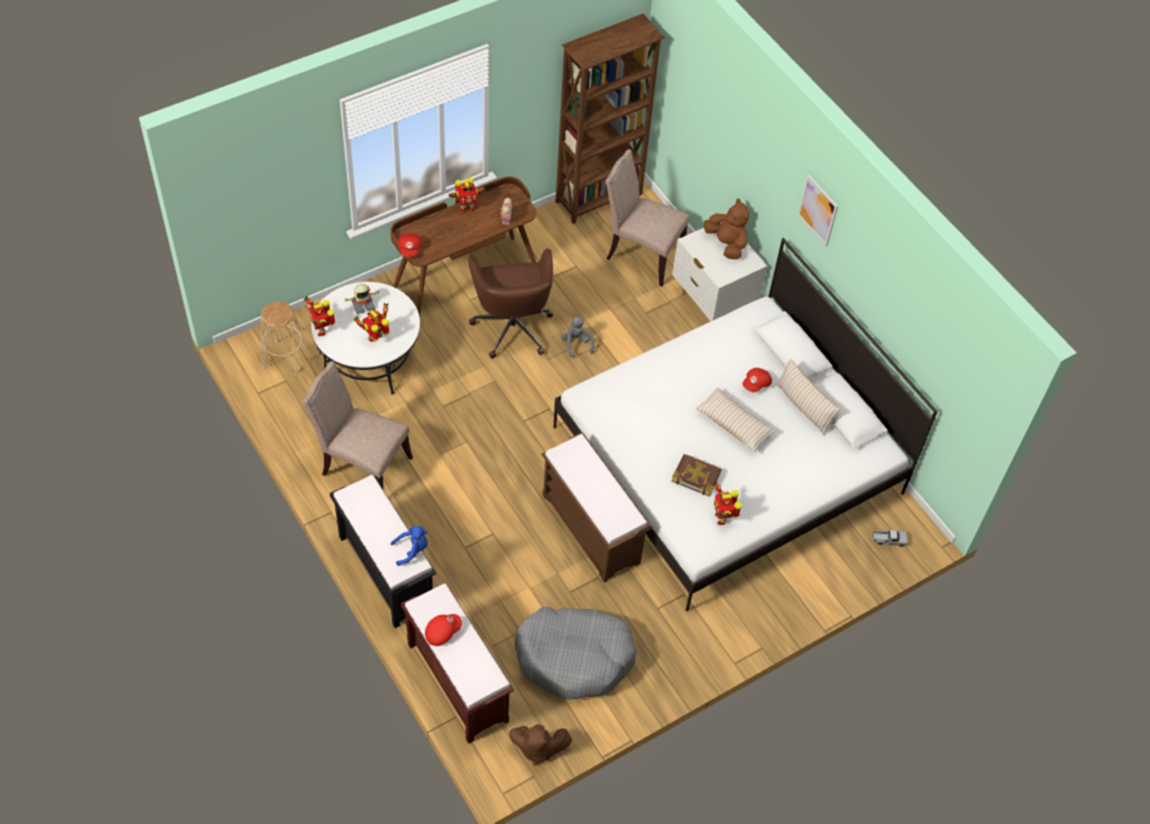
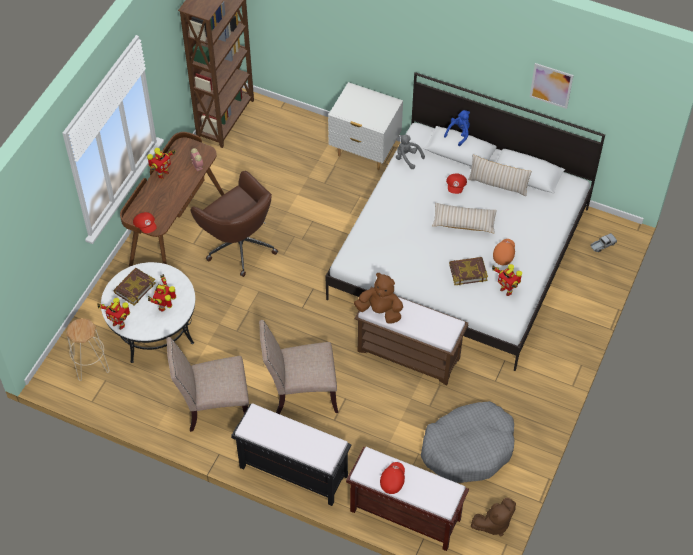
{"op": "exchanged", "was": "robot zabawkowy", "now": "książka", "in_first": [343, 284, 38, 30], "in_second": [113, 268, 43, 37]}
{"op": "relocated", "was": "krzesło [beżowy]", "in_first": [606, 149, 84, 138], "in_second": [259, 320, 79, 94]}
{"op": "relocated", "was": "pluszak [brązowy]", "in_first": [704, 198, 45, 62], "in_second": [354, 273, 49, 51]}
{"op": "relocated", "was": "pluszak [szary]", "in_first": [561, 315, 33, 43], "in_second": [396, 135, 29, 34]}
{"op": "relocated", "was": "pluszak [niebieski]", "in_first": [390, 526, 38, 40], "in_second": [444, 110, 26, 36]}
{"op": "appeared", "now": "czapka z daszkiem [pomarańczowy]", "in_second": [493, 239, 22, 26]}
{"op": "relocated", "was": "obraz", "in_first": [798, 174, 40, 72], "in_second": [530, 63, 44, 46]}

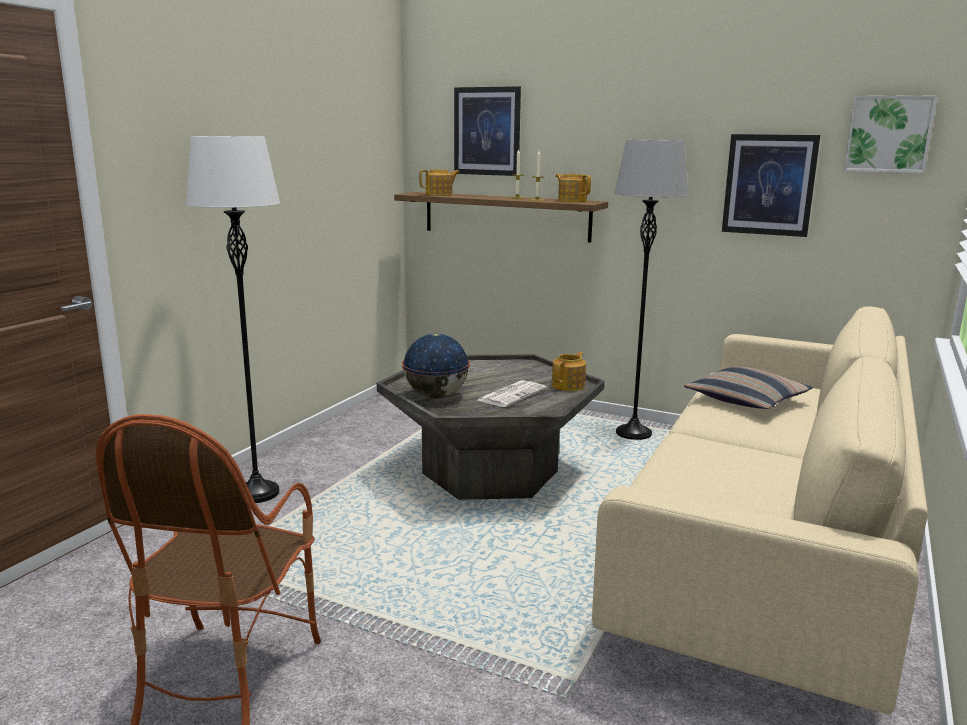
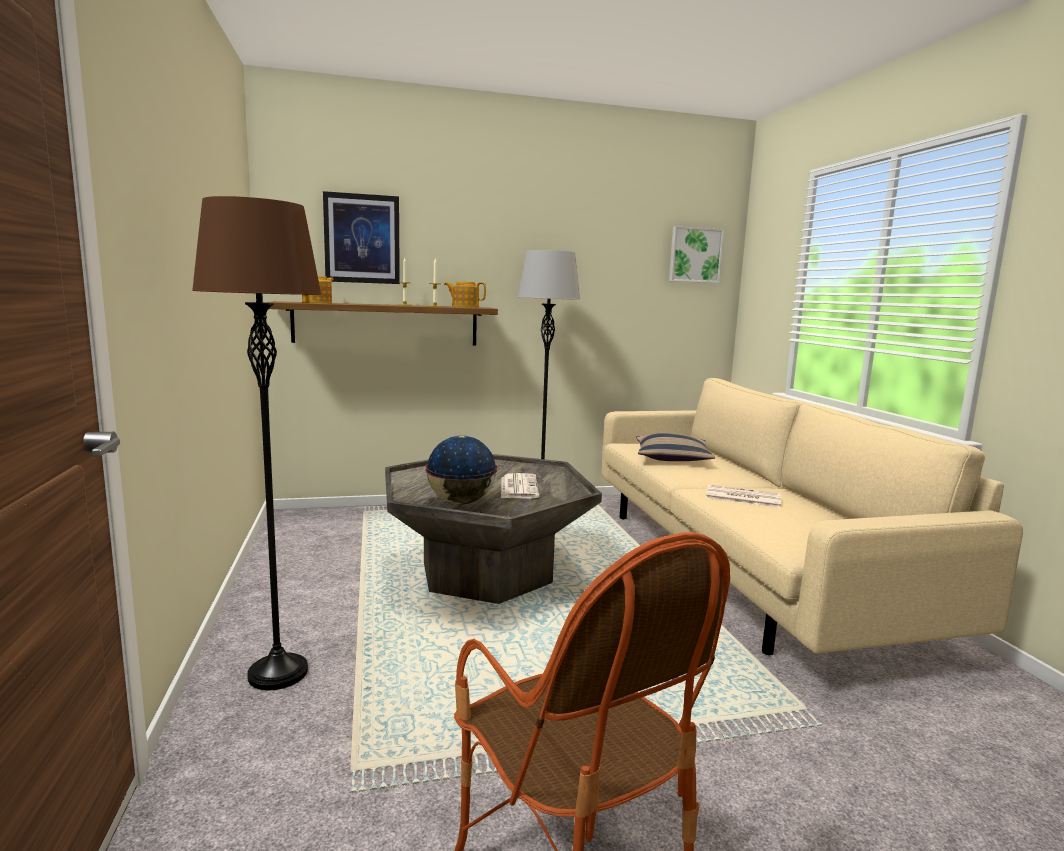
{"op": "colour", "was": "lampa stojąca [biały]", "now": "lampa stojąca [brązowy]", "in_first": [186, 136, 94, 367], "in_second": [192, 196, 129, 495]}
{"op": "appeared", "now": "gazeta", "in_second": [706, 485, 75, 23]}
{"op": "missing", "was": "imbryk", "in_first": [552, 352, 34, 39]}
{"op": "missing", "was": "obraz", "in_first": [722, 134, 98, 103]}

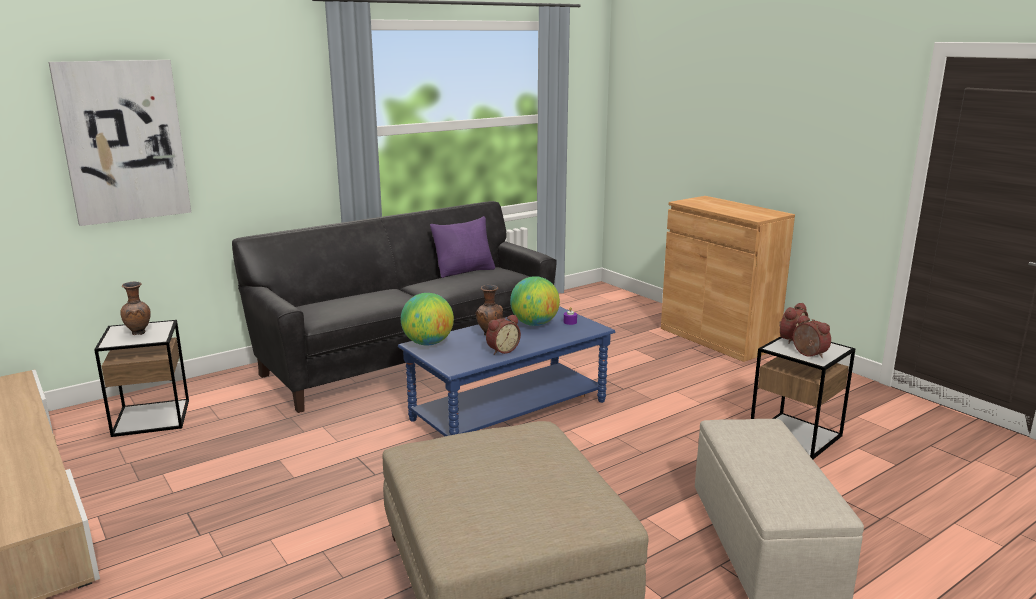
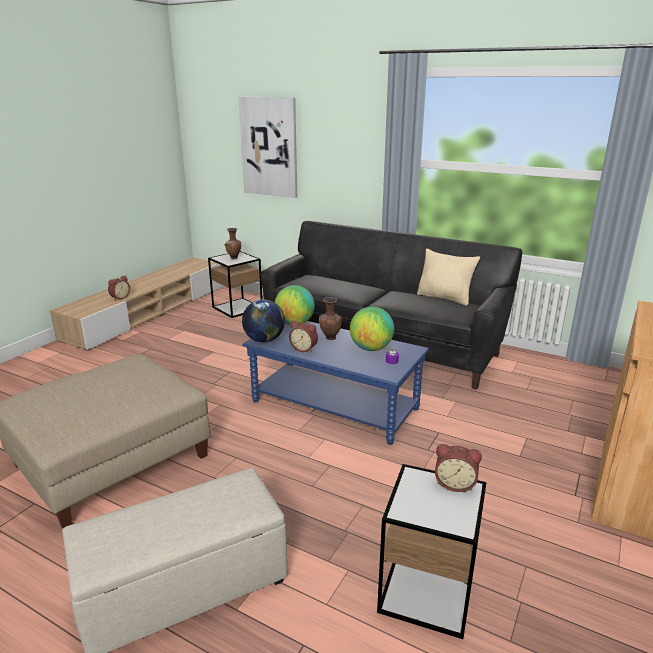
{"op": "relocated", "was": "budzik", "in_first": [793, 315, 38, 43], "in_second": [108, 275, 22, 25]}
{"op": "appeared", "now": "globus", "in_second": [242, 300, 43, 42]}
{"op": "colour", "was": "poduszka [fioletowy]", "now": "poduszka [beżowy]", "in_first": [430, 216, 65, 62], "in_second": [417, 249, 63, 57]}

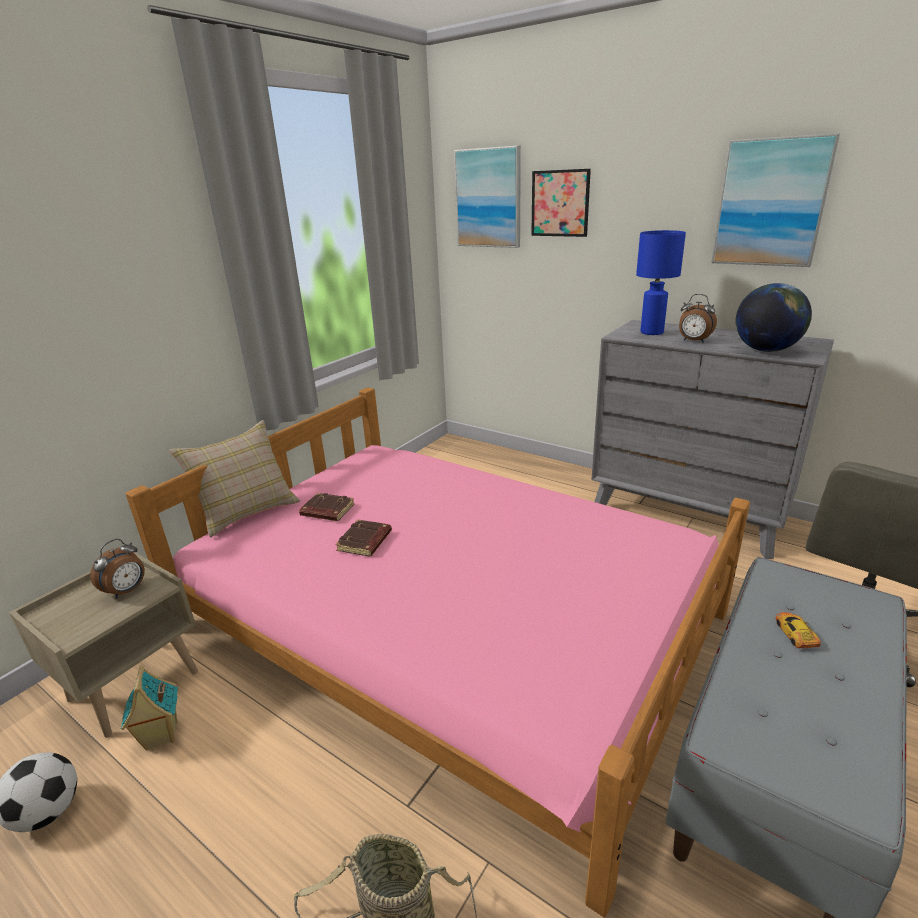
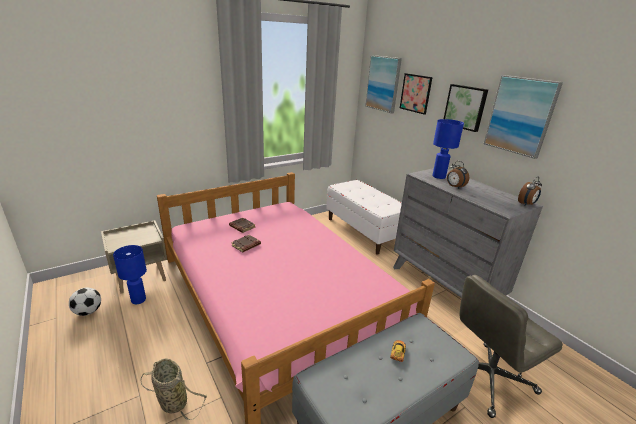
{"op": "exchanged", "was": "domek", "now": "lampa stołowa [niebieski]", "in_first": [121, 665, 57, 85], "in_second": [113, 245, 34, 59]}
{"op": "appeared", "now": "ławka [biały]", "in_second": [326, 180, 76, 75]}
{"op": "appeared", "now": "obraz", "in_second": [444, 84, 44, 48]}
{"op": "relocated", "was": "budzik", "in_first": [90, 539, 55, 60], "in_second": [518, 177, 24, 29]}
{"op": "missing", "was": "poduszka [beżowy]", "in_first": [169, 420, 131, 117]}
{"op": "missing", "was": "globus", "in_first": [735, 283, 77, 69]}

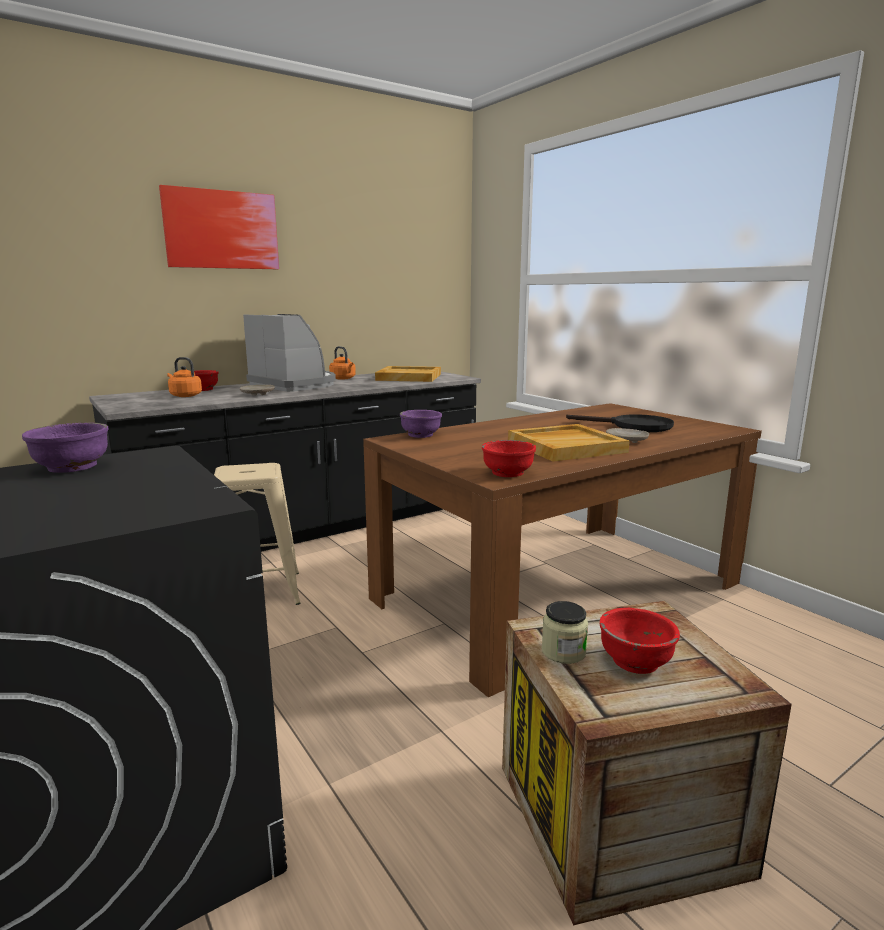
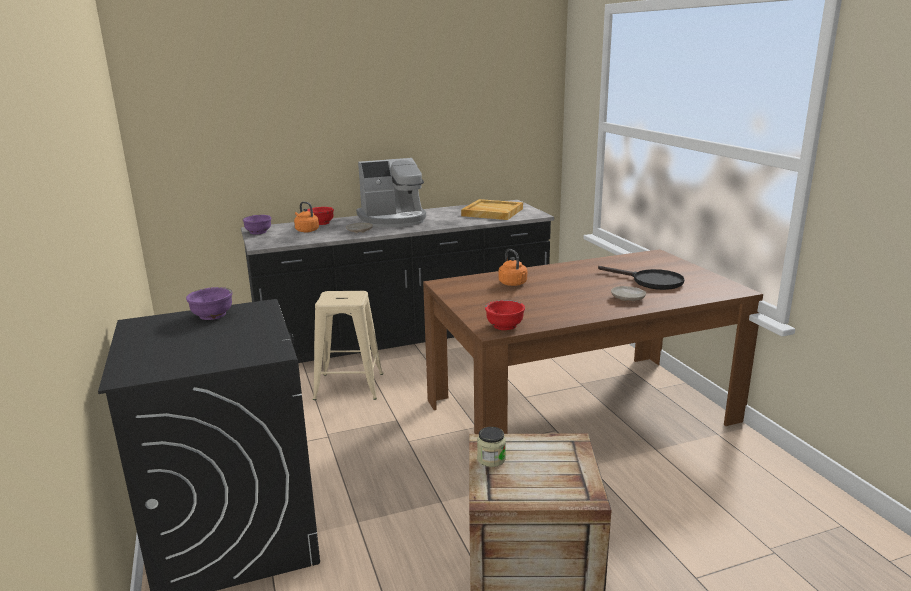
{"op": "relocated", "was": "miska [fioletowy]", "in_first": [400, 410, 42, 28], "in_second": [242, 215, 30, 19]}
{"op": "spun", "was": "ekspres do kawy", "in_first": [243, 314, 93, 78], "in_second": [356, 158, 70, 69], "clockwise": 105}
{"op": "relocated", "was": "czajnik [pomarańczowy]", "in_first": [329, 346, 27, 34], "in_second": [499, 249, 28, 37]}
{"op": "missing", "was": "obraz", "in_first": [159, 185, 120, 84]}
{"op": "missing", "was": "taca [beżowy]", "in_first": [508, 424, 122, 38]}
{"op": "missing", "was": "miska [czerwony]", "in_first": [600, 608, 80, 66]}

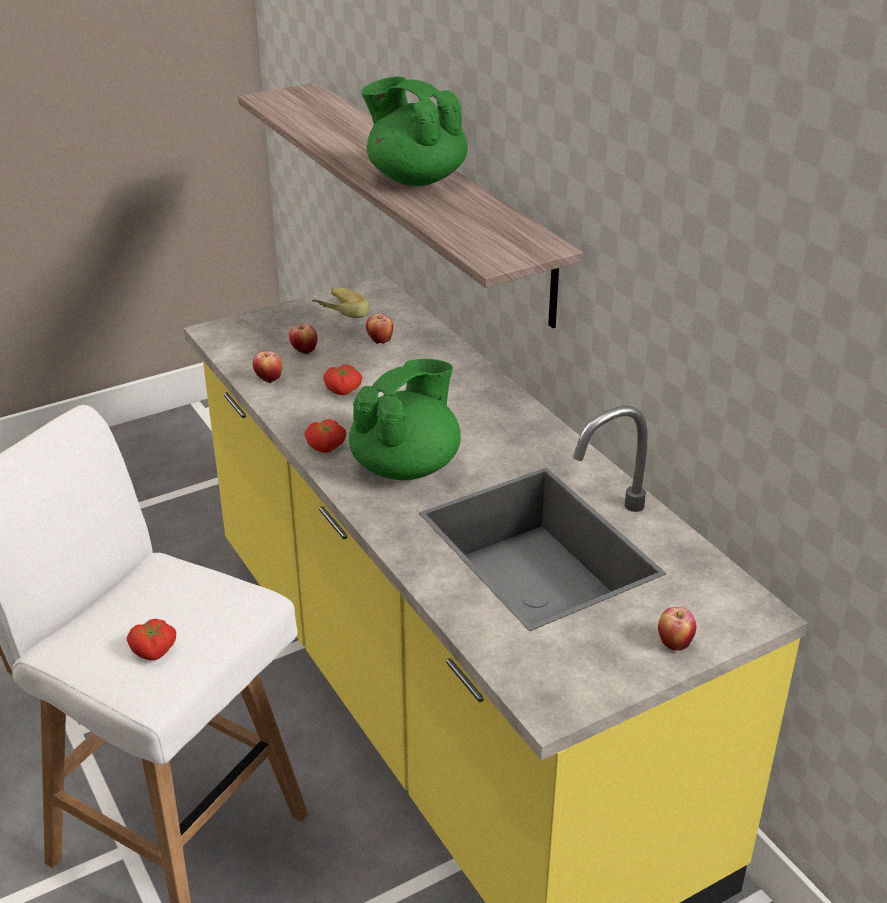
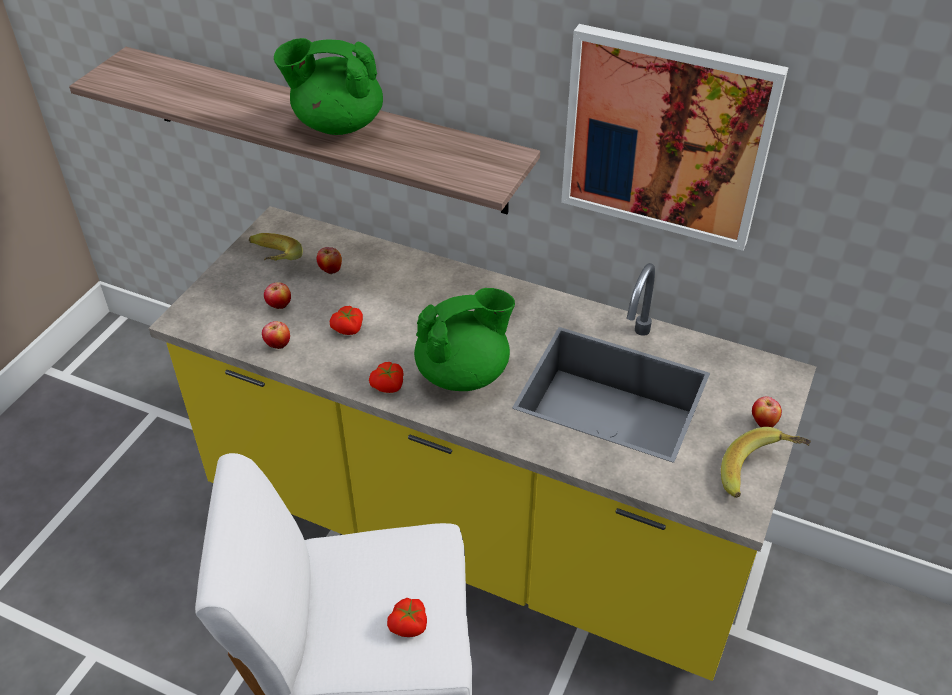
{"op": "spun", "was": "imbryk [zielony]", "in_first": [349, 359, 112, 121], "in_second": [414, 288, 101, 103], "clockwise": 60}
{"op": "appeared", "now": "obraz", "in_second": [561, 24, 227, 227]}
{"op": "appeared", "now": "banan", "in_second": [721, 427, 90, 71]}

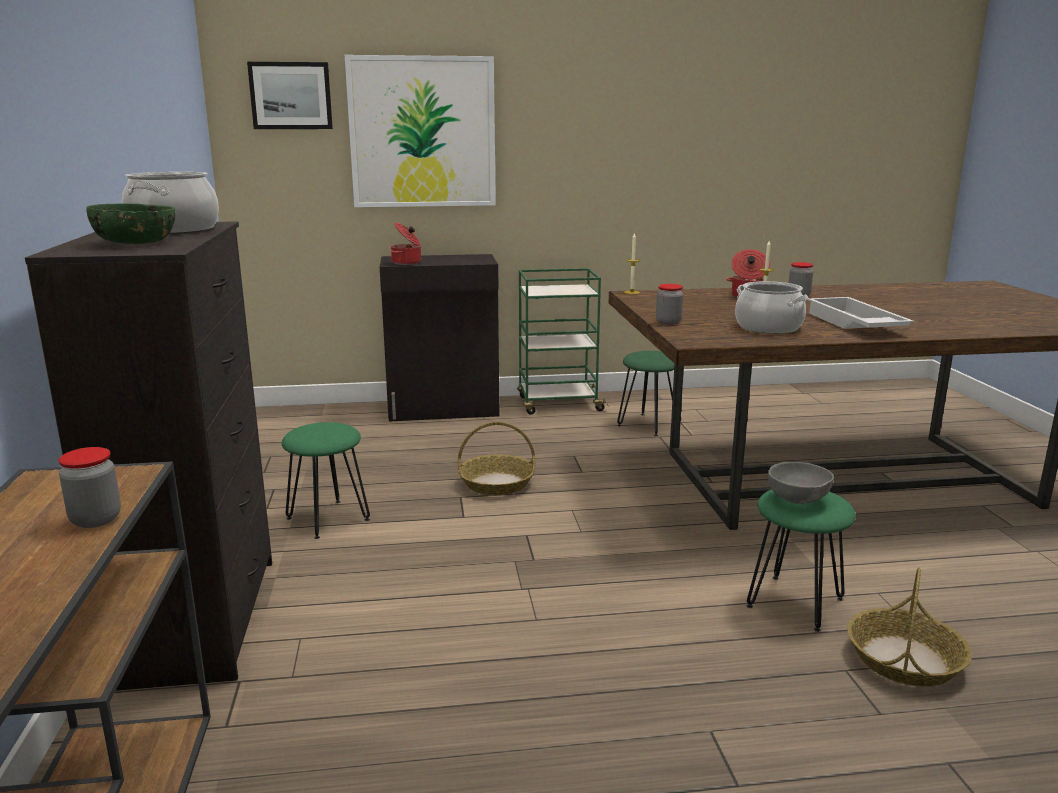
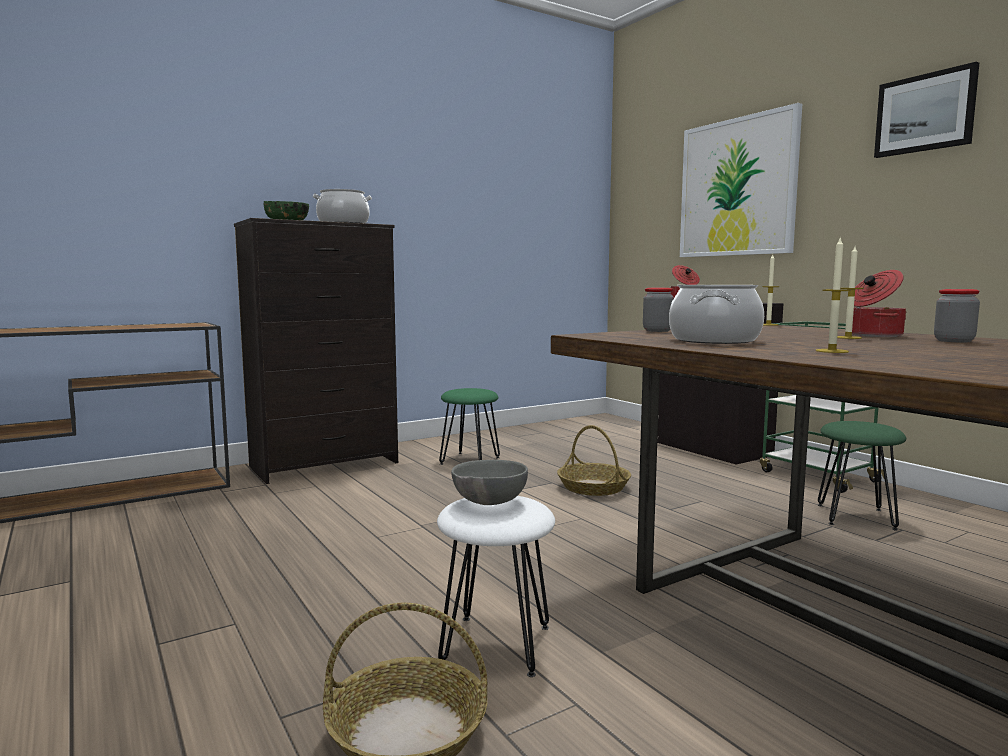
{"op": "colour", "was": "stołek [zielony]", "now": "stołek [biały]", "in_first": [747, 489, 109, 143], "in_second": [437, 496, 118, 181]}
{"op": "exchanged", "was": "taca [biały]", "now": "świeca", "in_first": [808, 297, 106, 32], "in_second": [816, 236, 35, 117]}
{"op": "relocated", "was": "obraz", "in_first": [247, 62, 86, 67], "in_second": [874, 62, 105, 96]}
{"op": "missing", "was": "słoik", "in_first": [58, 447, 63, 81]}

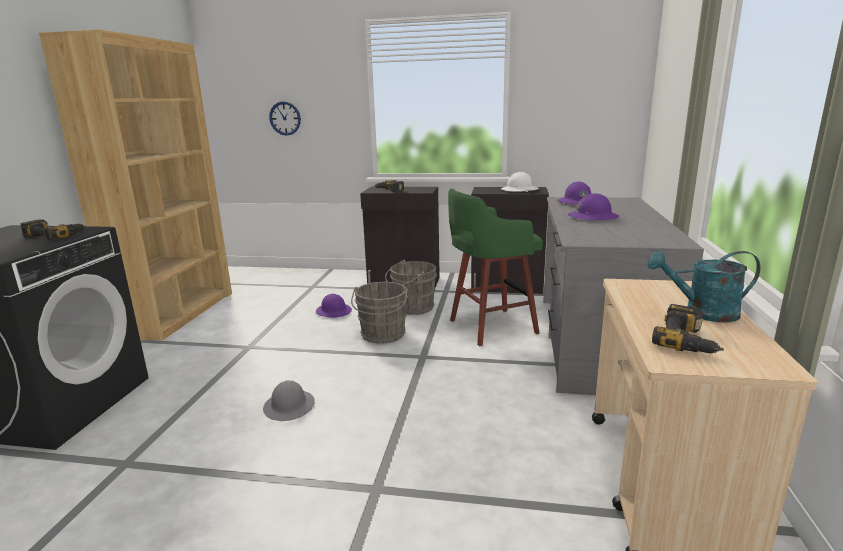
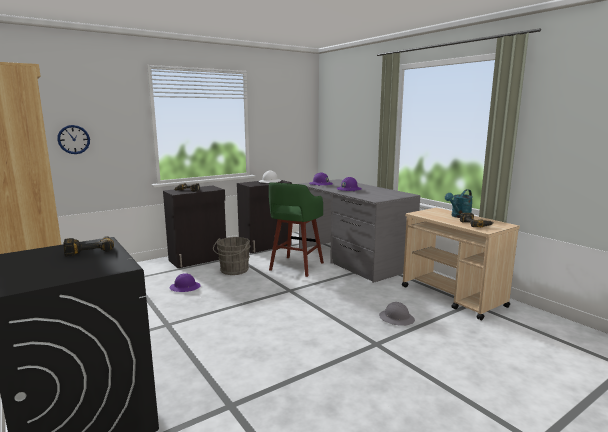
{"op": "relocated", "was": "kask [szary]", "in_first": [263, 380, 52, 41], "in_second": [379, 302, 36, 24]}
{"op": "missing", "was": "wiadro [szary]", "in_first": [351, 282, 57, 62]}

